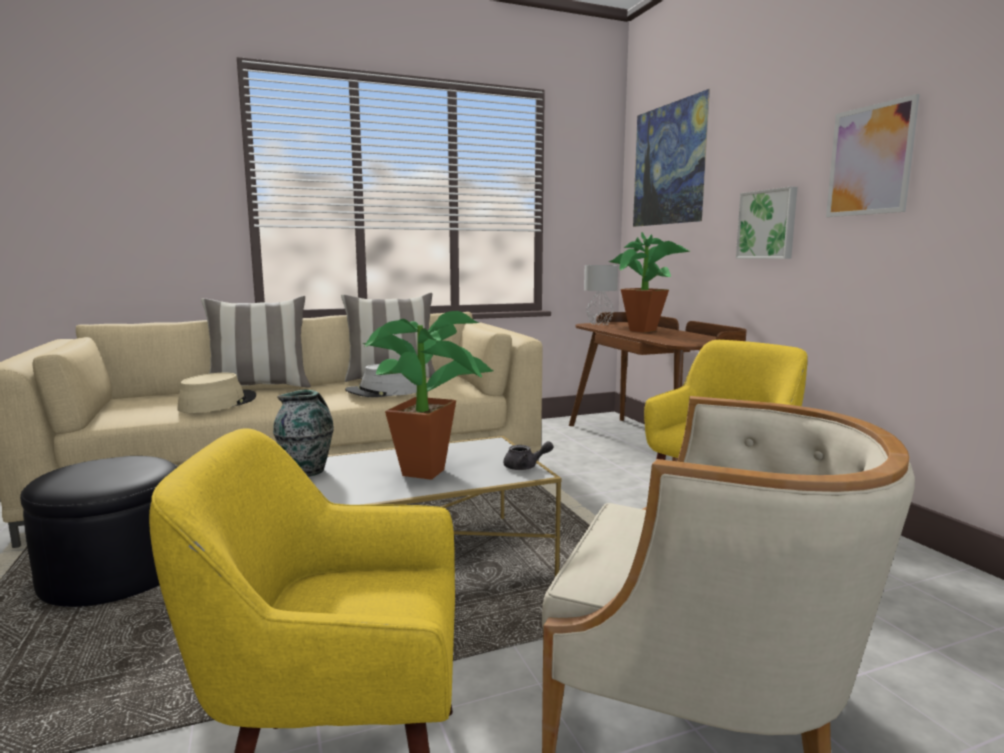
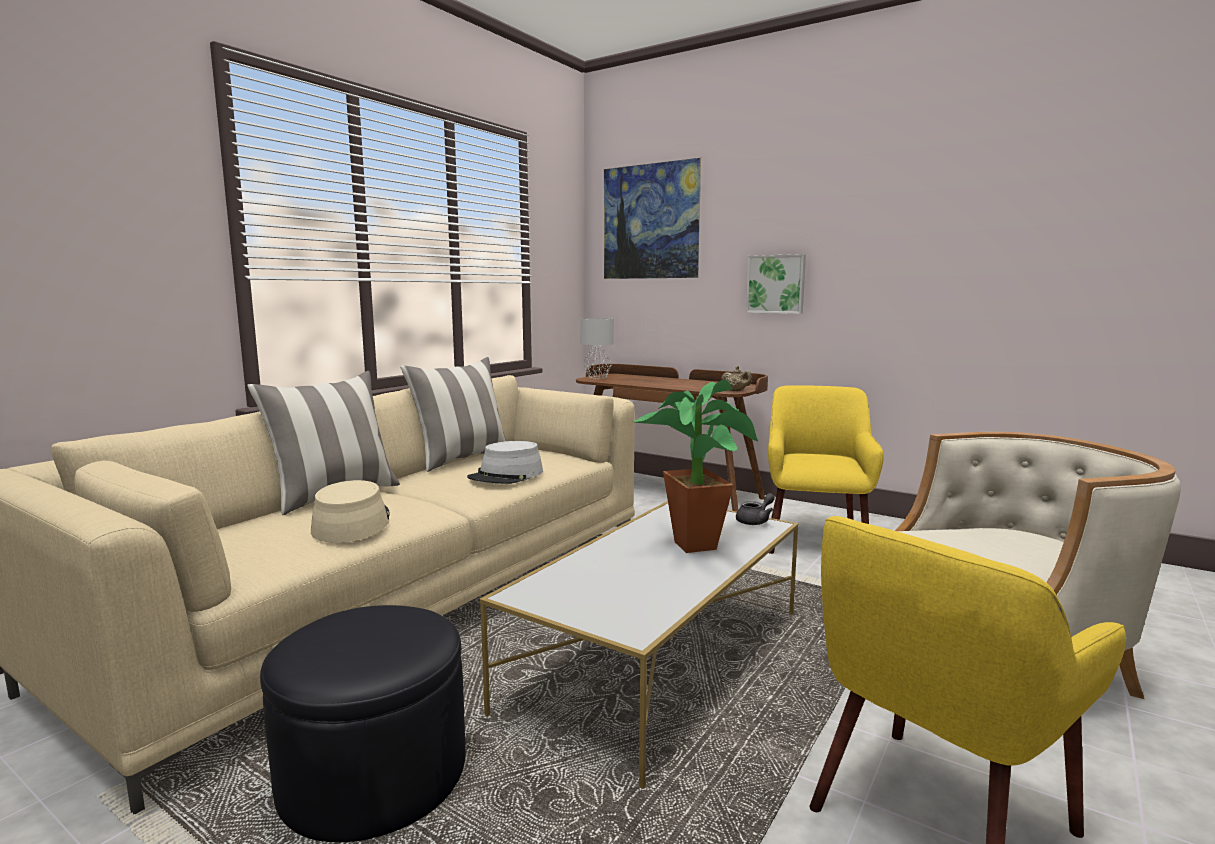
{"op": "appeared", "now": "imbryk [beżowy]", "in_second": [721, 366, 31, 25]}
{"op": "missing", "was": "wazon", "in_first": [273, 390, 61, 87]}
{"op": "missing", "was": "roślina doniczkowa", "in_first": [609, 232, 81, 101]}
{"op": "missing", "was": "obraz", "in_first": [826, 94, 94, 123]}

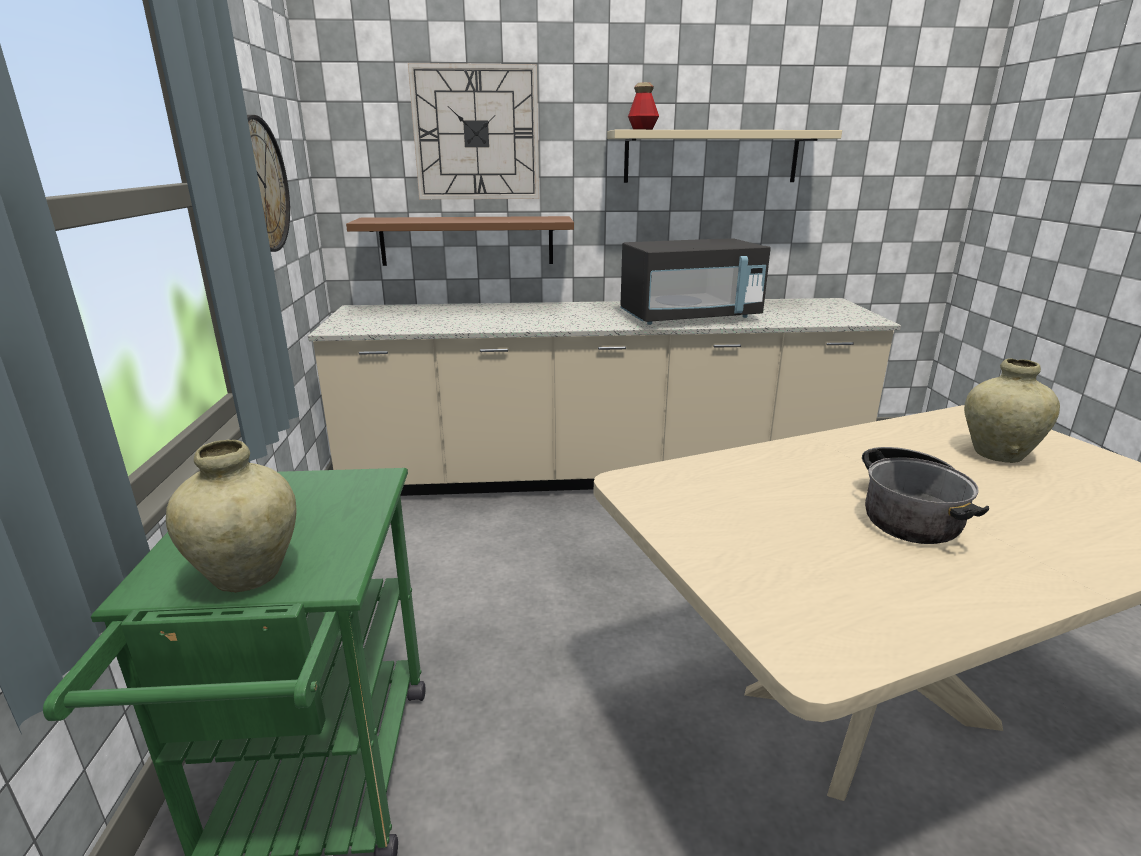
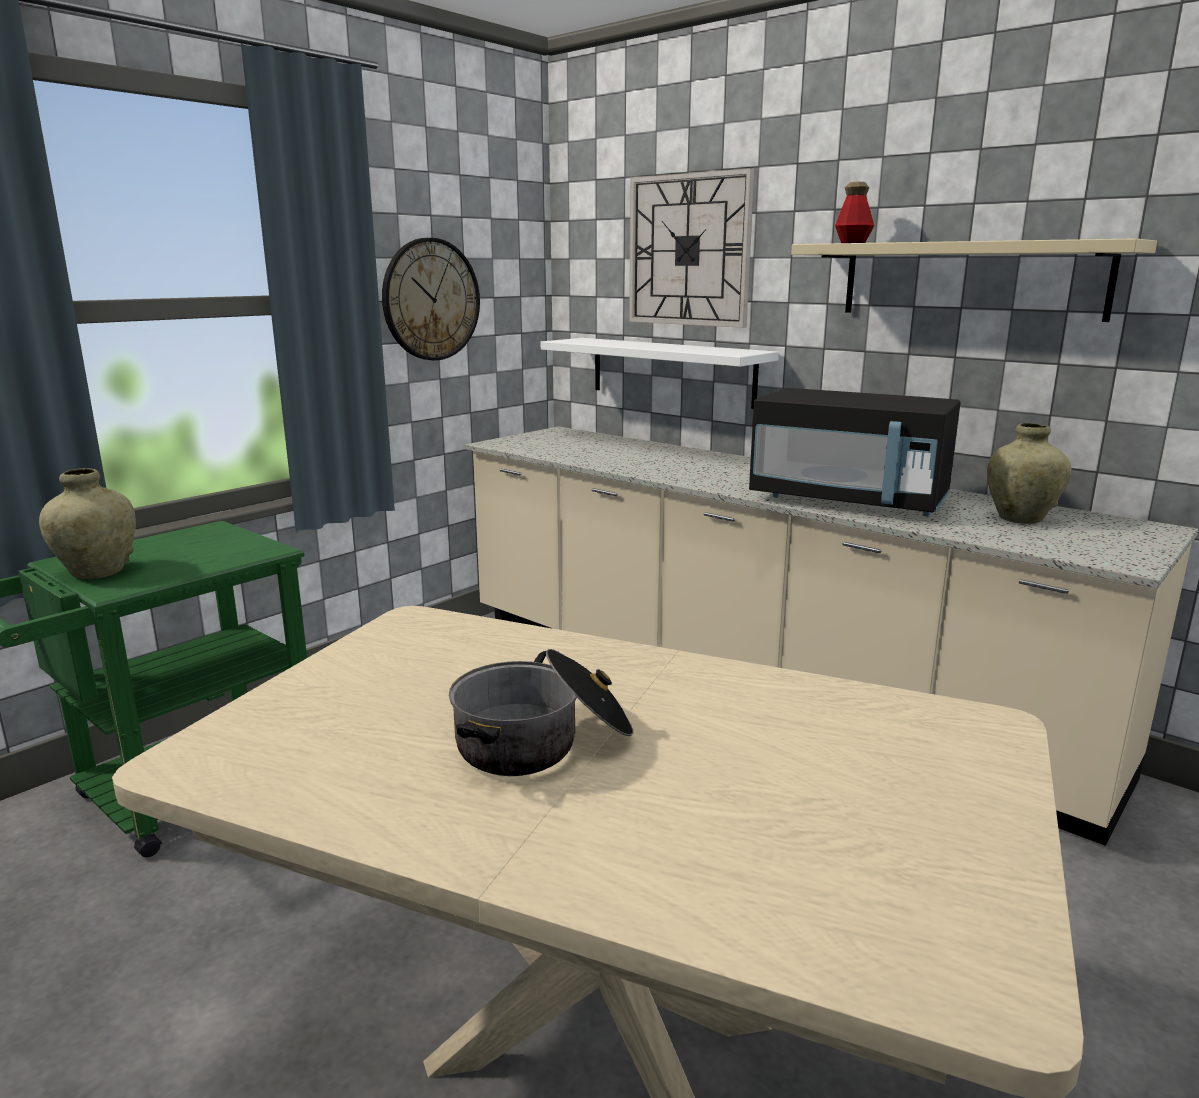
{"op": "colour", "was": "półka [brązowy]", "now": "półka [biały]", "in_first": [346, 216, 228, 50], "in_second": [541, 338, 238, 71]}
{"op": "relocated", "was": "wazon [beżowy]", "in_first": [964, 359, 96, 104], "in_second": [986, 423, 85, 101]}

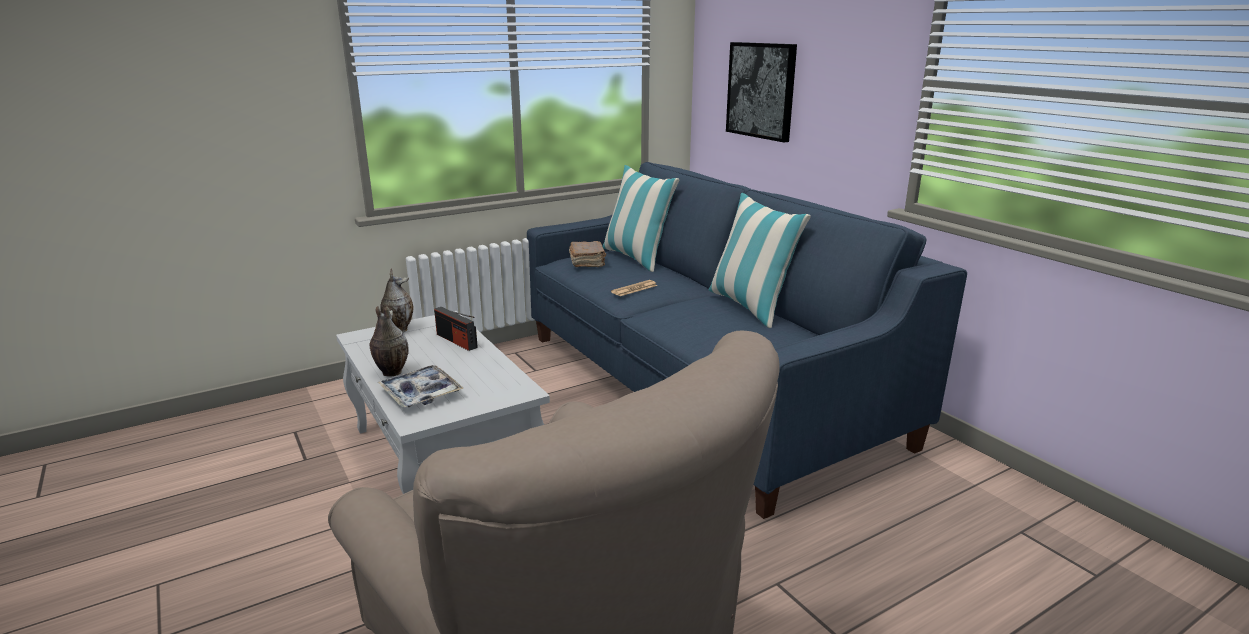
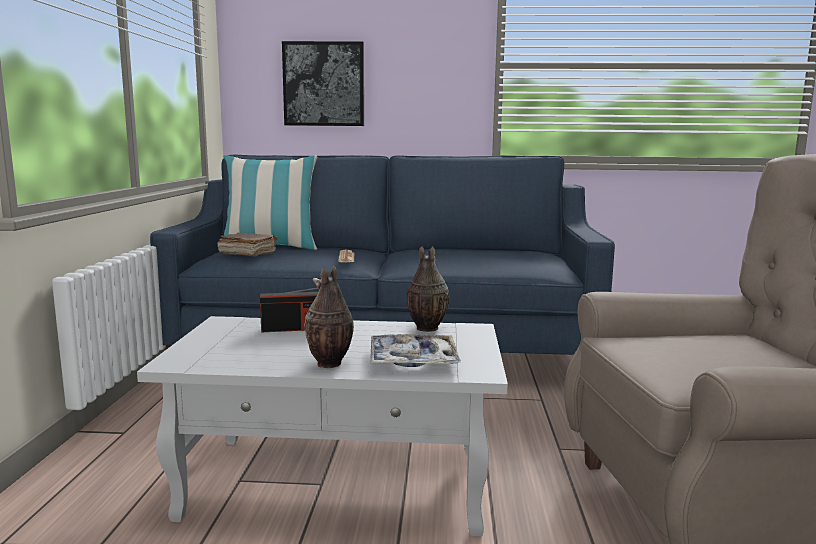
{"op": "relocated", "was": "wazon", "in_first": [380, 269, 33, 63], "in_second": [407, 246, 42, 86]}
{"op": "missing", "was": "poduszka", "in_first": [709, 193, 102, 135]}

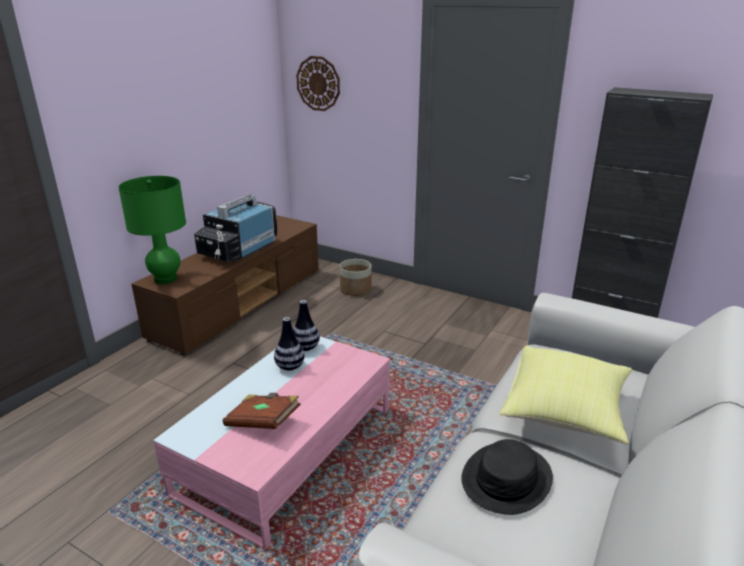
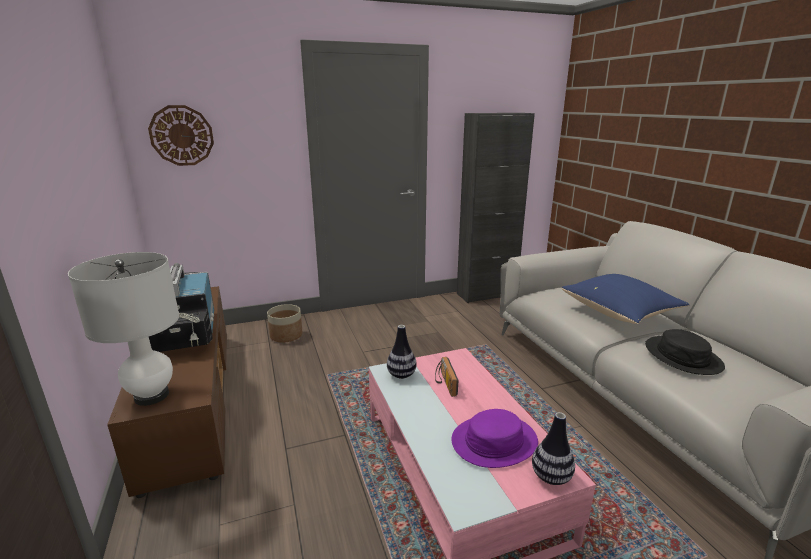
{"op": "colour", "was": "lampa stołowa [zielony]", "now": "lampa stołowa [biały]", "in_first": [118, 176, 68, 108], "in_second": [68, 252, 111, 154]}
{"op": "appeared", "now": "radio", "in_second": [435, 357, 23, 40]}
{"op": "exchanged", "was": "książka [brązowy]", "now": "kapelusz [fioletowy]", "in_first": [223, 393, 77, 36], "in_second": [451, 409, 87, 59]}
{"op": "relocated", "was": "wazon", "in_first": [274, 317, 30, 54], "in_second": [532, 412, 43, 73]}
{"op": "colour", "was": "poduszka [żółty]", "now": "poduszka [niebieski]", "in_first": [499, 346, 133, 98], "in_second": [562, 274, 128, 50]}

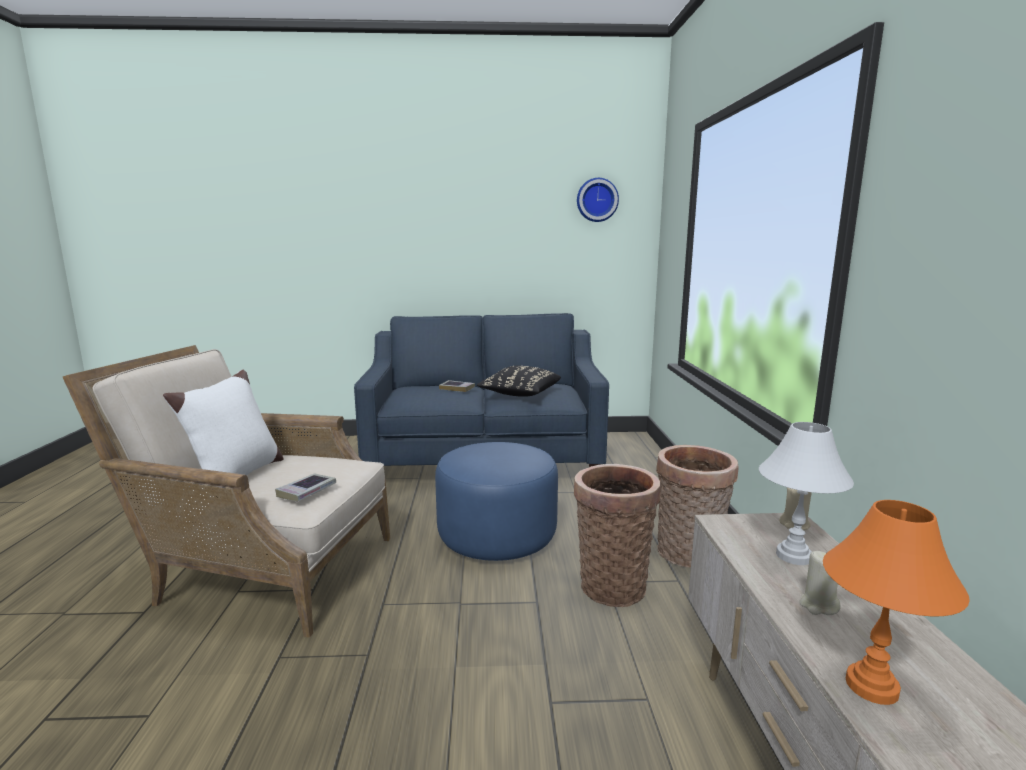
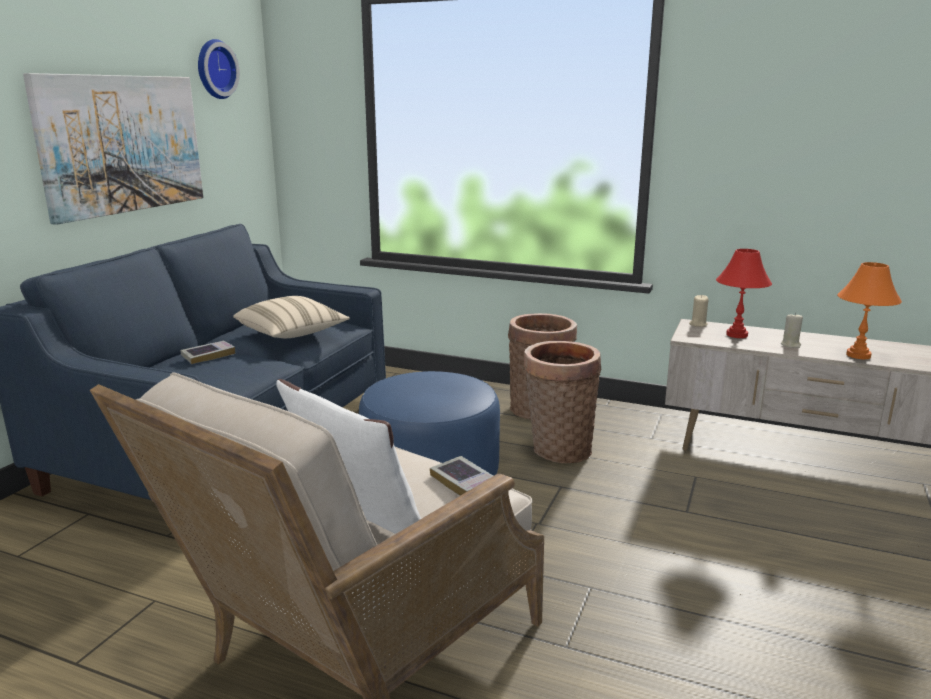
{"op": "appeared", "now": "obraz", "in_second": [23, 73, 180, 152]}
{"op": "colour", "was": "poduszka [czarny]", "now": "poduszka [beżowy]", "in_first": [477, 366, 84, 31], "in_second": [233, 296, 117, 42]}
{"op": "colour", "was": "lampa stołowa [biały]", "now": "lampa stołowa [czerwony]", "in_first": [759, 422, 95, 143], "in_second": [716, 249, 56, 89]}

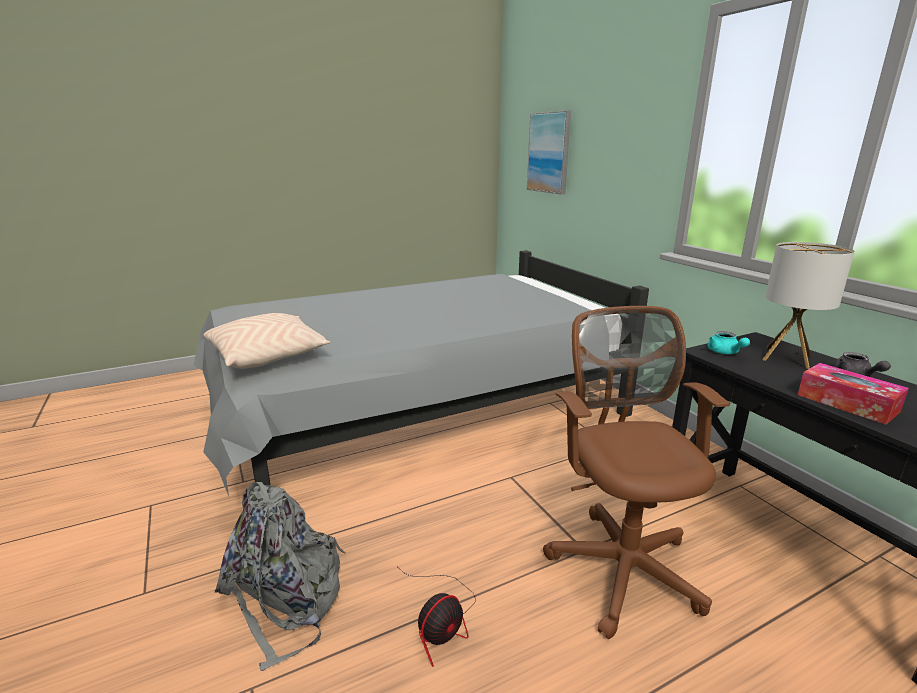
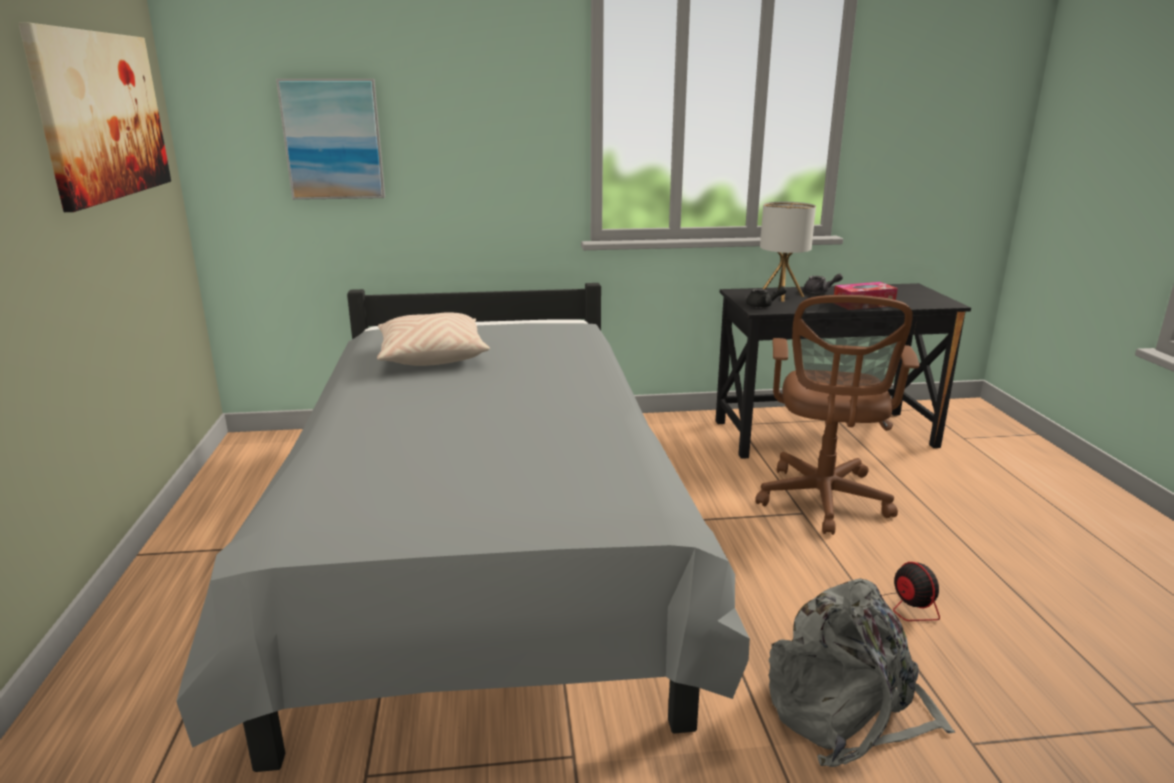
{"op": "appeared", "now": "obraz", "in_second": [18, 22, 153, 190]}
{"op": "relocated", "was": "poduszka [beżowy]", "in_first": [203, 313, 127, 56], "in_second": [377, 312, 113, 54]}
{"op": "colour", "was": "imbryk [turkusowy]", "now": "imbryk [czarny]", "in_first": [708, 331, 42, 23], "in_second": [746, 286, 41, 22]}
{"op": "spun", "was": "krzesło biurowe [brązowy]", "in_first": [543, 306, 187, 333], "in_second": [755, 295, 164, 240], "clockwise": -90}

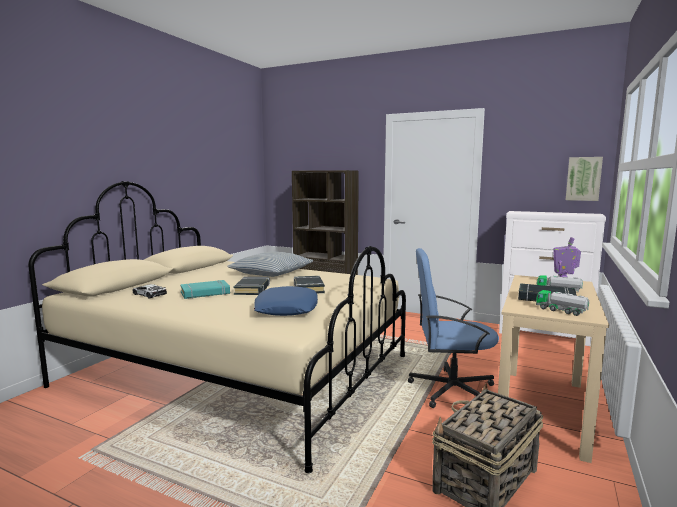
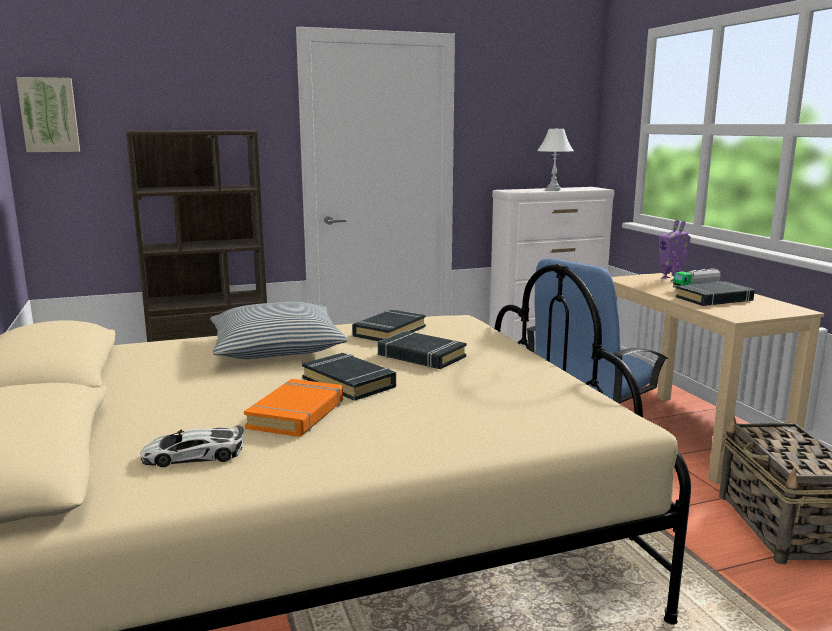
{"op": "relocated", "was": "obraz", "in_first": [566, 157, 37, 44], "in_second": [16, 77, 64, 75]}
{"op": "colour", "was": "książka [turkusowy]", "now": "książka [pomarańczowy]", "in_first": [180, 280, 50, 19], "in_second": [244, 379, 99, 58]}
{"op": "appeared", "now": "książka [czarny]", "in_second": [352, 309, 74, 32]}
{"op": "appeared", "now": "lampa stołowa [biały]", "in_second": [537, 128, 37, 63]}
{"op": "missing", "was": "poduszka [niebieski]", "in_first": [254, 286, 64, 30]}
{"op": "missing", "was": "ciężarówka zabawkowa", "in_first": [536, 290, 53, 26]}

